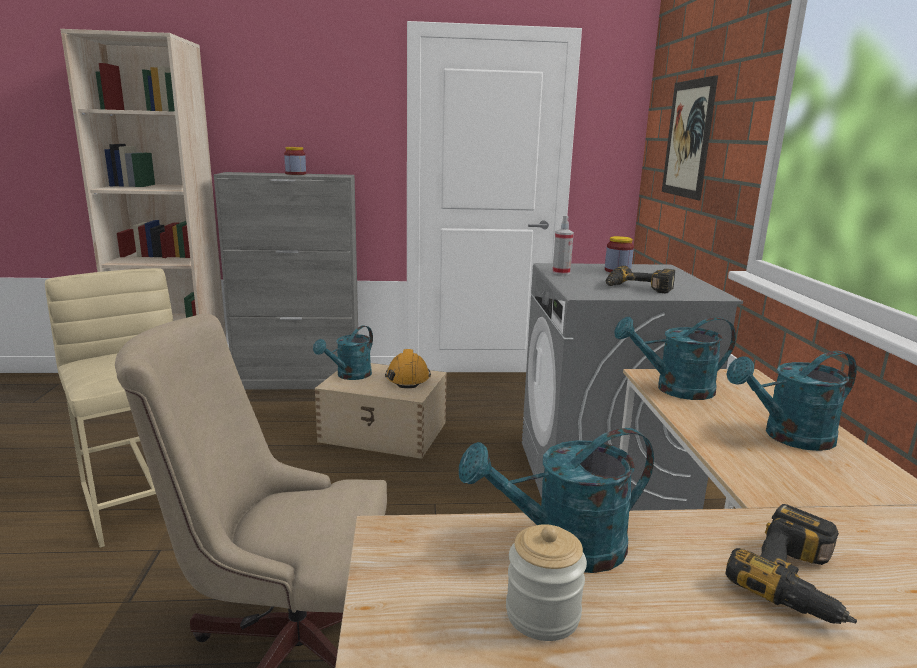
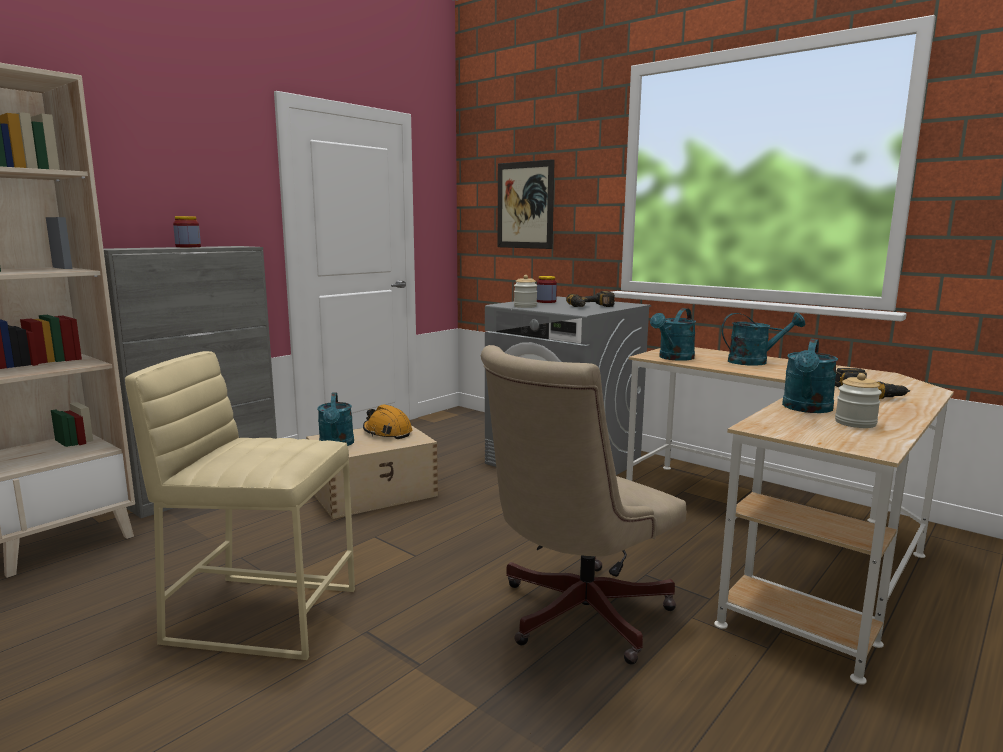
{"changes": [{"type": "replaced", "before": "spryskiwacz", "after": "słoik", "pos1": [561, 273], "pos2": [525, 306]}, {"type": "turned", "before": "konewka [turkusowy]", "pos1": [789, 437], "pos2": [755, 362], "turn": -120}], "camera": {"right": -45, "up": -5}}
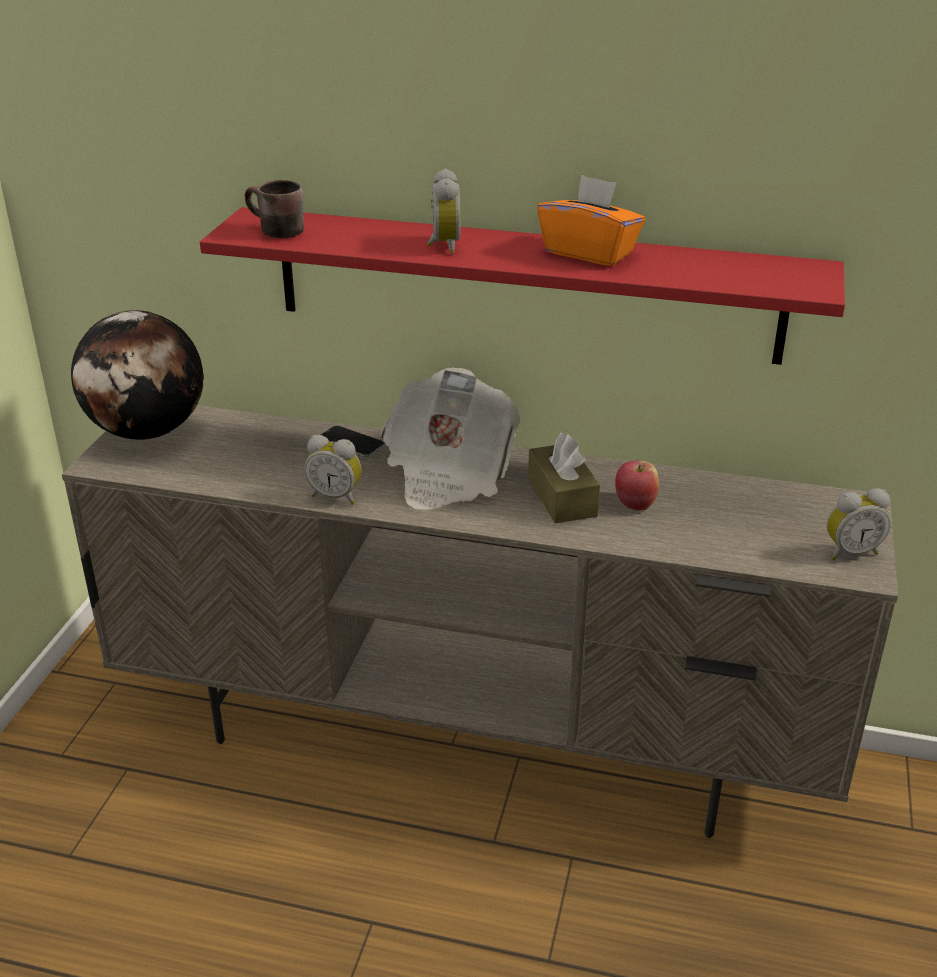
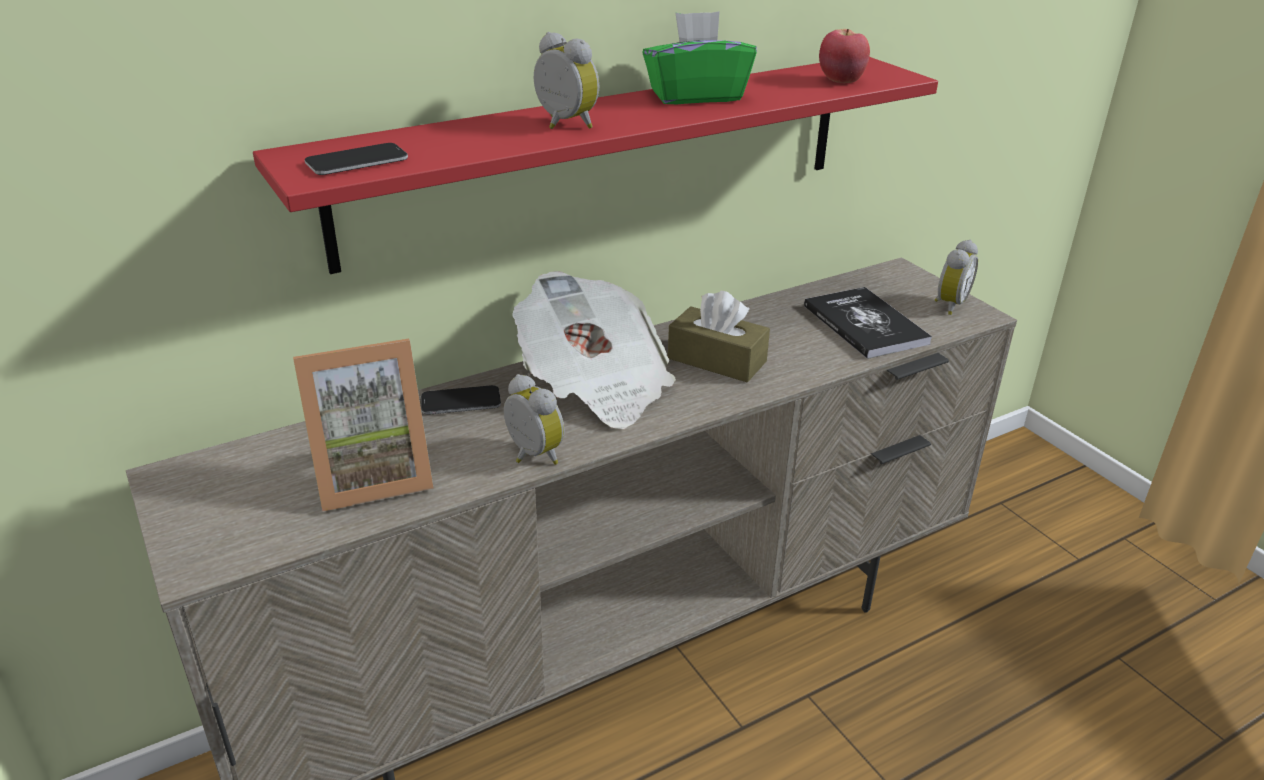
{"changes": [{"type": "recoloured", "before": "pudełko chusteczek [pomarańczowy]", "after": "pudełko chusteczek [zielony]", "pos1": [589, 253], "pos2": [695, 96]}, {"type": "replaced", "before": "kubek [brązowy]", "after": "telefon", "pos1": [273, 231], "pos2": [357, 161]}, {"type": "removed", "before": "globus", "pos1": [148, 432]}, {"type": "turned", "before": "budzik", "pos1": [336, 496], "pos2": [531, 456], "turn": -105}, {"type": "moved", "before": "jabłko", "pos1": [635, 504], "pos2": [841, 80]}, {"type": "added", "after": "książka", "pos2": [865, 324]}, {"type": "added", "after": "ramka na zdjęcie", "pos2": [372, 476]}], "camera": {"right": -45, "up": 0}}
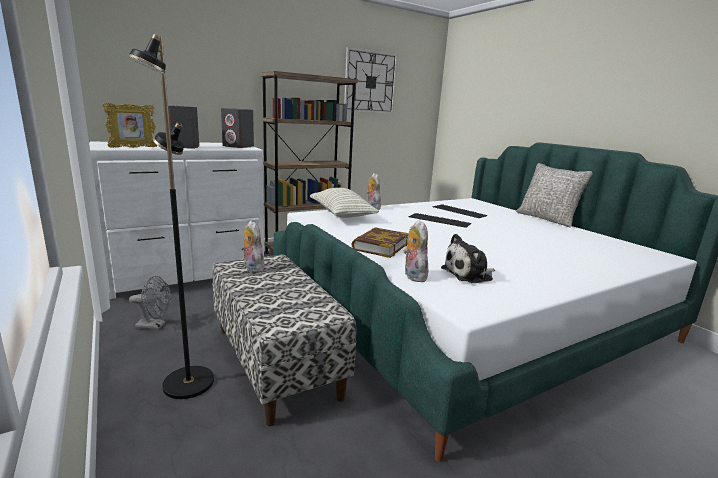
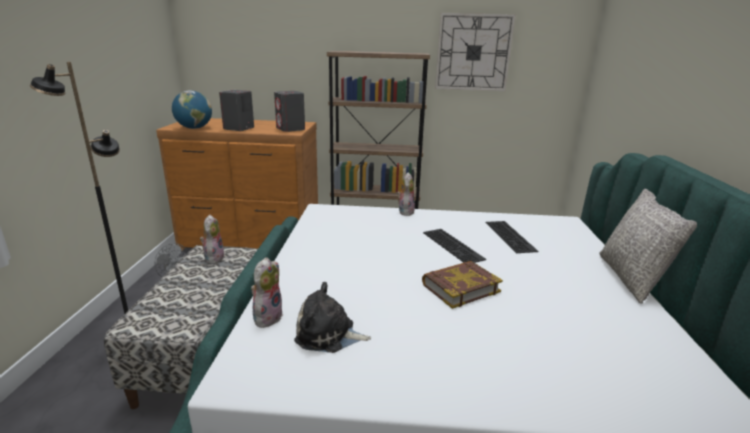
{"changes": [{"type": "replaced", "before": "ramka na zdjęcie", "after": "globus", "pos1": [133, 147], "pos2": [194, 128]}, {"type": "recoloured", "before": "komoda [biały]", "after": "komoda [brązowy]", "pos1": [188, 274], "pos2": [251, 241]}, {"type": "removed", "before": "poduszka", "pos1": [341, 214]}, {"type": "moved", "before": "książka", "pos1": [380, 246], "pos2": [460, 288]}], "camera": {"right": 35, "up": 5}}
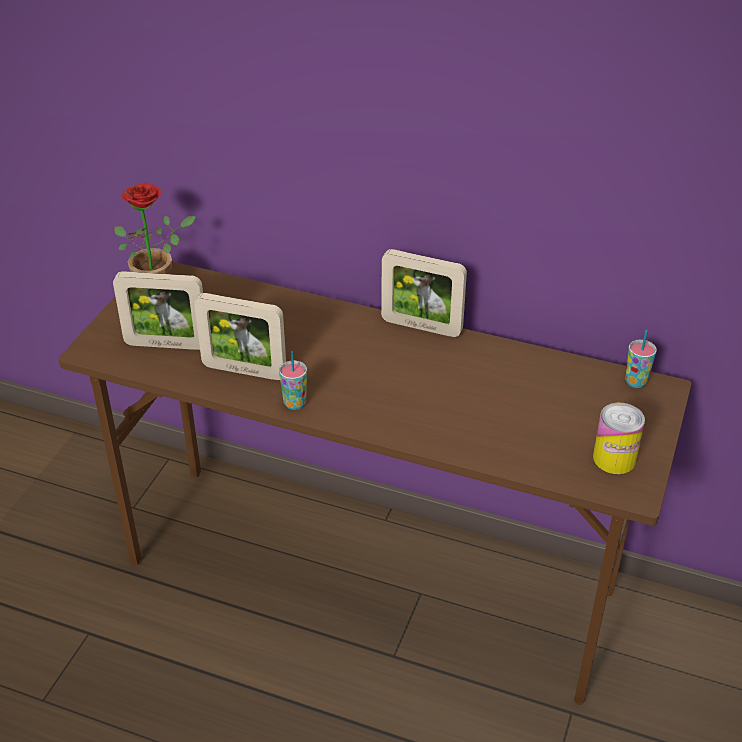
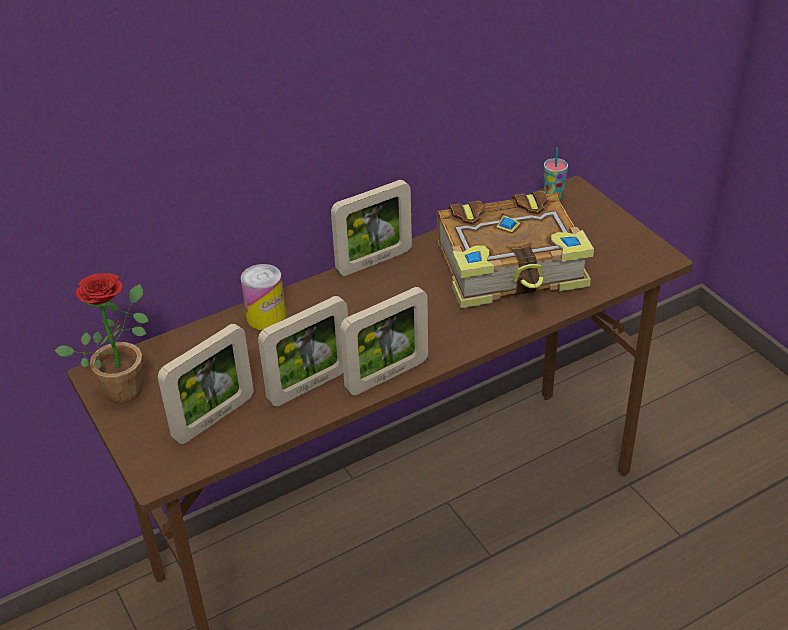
{"changes": [{"type": "replaced", "before": "filiżanka", "after": "ramka na zdjęcie", "pos1": [295, 403], "pos2": [387, 376]}, {"type": "moved", "before": "puszka", "pos1": [614, 458], "pos2": [266, 317]}, {"type": "added", "after": "książka", "pos2": [512, 268]}], "camera": {"right": -50, "up": 0}}
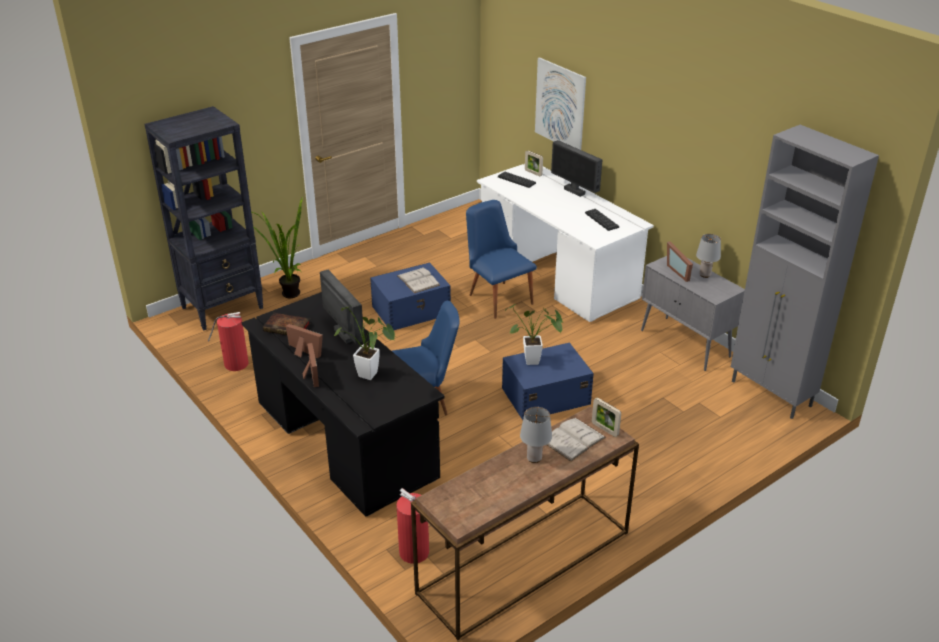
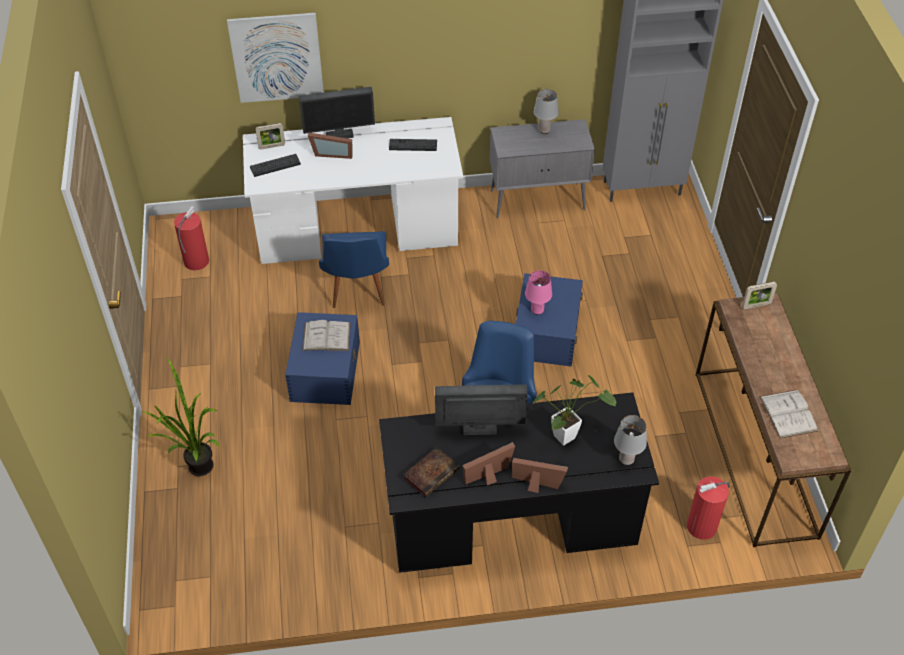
{"changes": [{"type": "removed", "before": "regał [czarny]", "pos1": [223, 307]}, {"type": "turned", "before": "krzesło [niebieski]", "pos1": [497, 296], "pos2": [357, 291], "turn": -90}, {"type": "moved", "before": "ramka na zdjęcie", "pos1": [680, 271], "pos2": [332, 153]}, {"type": "replaced", "before": "roślina doniczkowa", "after": "lampa stołowa [różowy]", "pos1": [536, 361], "pos2": [537, 310]}, {"type": "moved", "before": "gaśnica", "pos1": [235, 363], "pos2": [195, 262]}, {"type": "moved", "before": "lampa stołowa [szary]", "pos1": [534, 458], "pos2": [626, 459]}, {"type": "moved", "before": "książka [biały]", "pos1": [573, 439], "pos2": [788, 414]}], "camera": {"right": -60, "up": 15}}
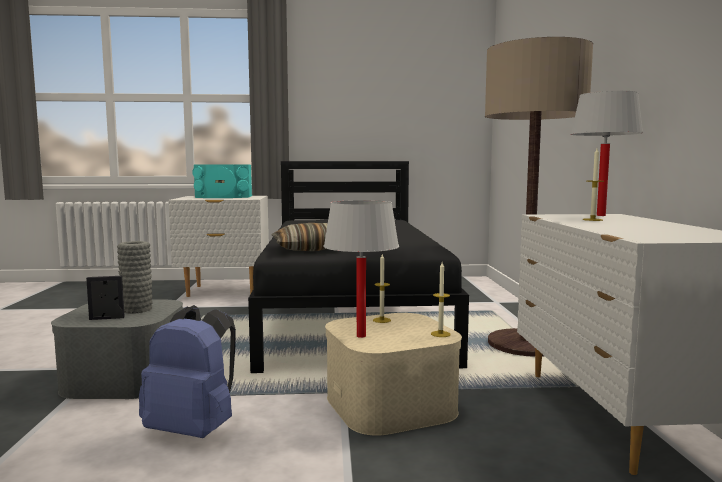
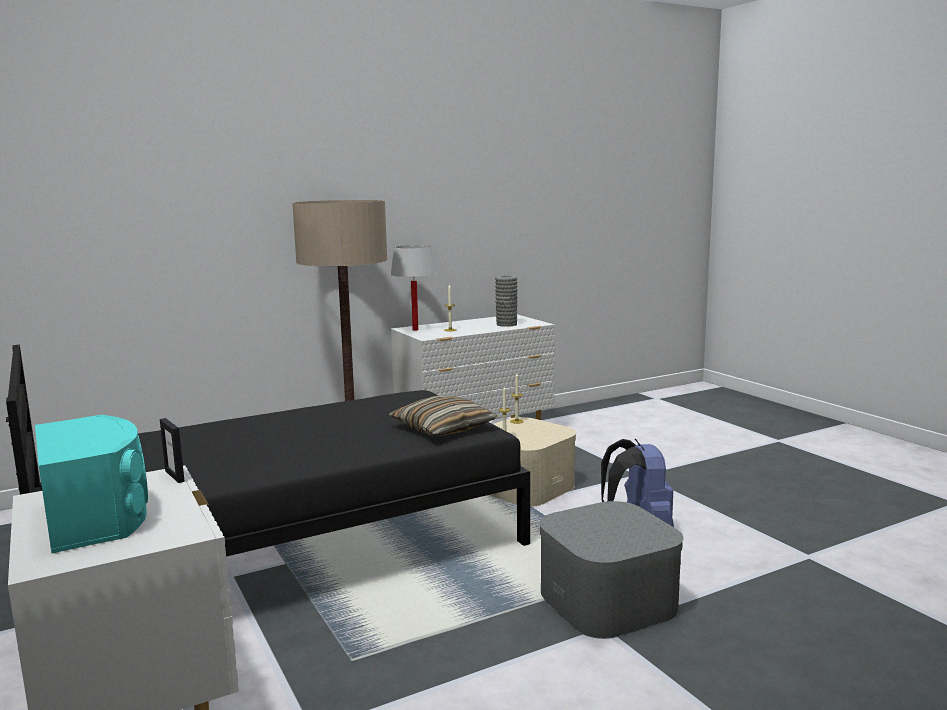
{"changes": [{"type": "removed", "before": "lampa stołowa [biały]", "pos1": [361, 336]}, {"type": "moved", "before": "wazon [szary]", "pos1": [137, 309], "pos2": [506, 324]}, {"type": "moved", "before": "ramka na zdjęcie", "pos1": [106, 318], "pos2": [175, 476]}], "camera": {"right": -115, "up": 5}}
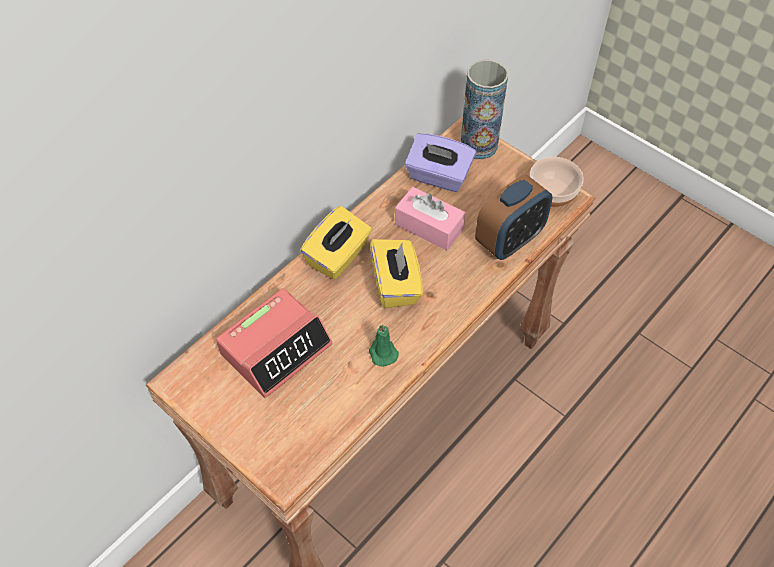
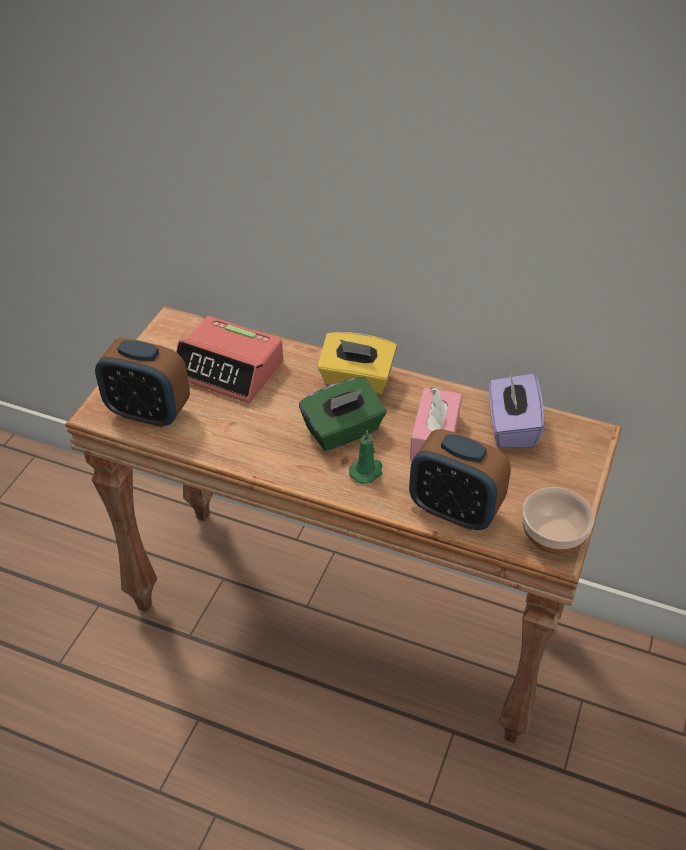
{"changes": [{"type": "removed", "before": "wazon", "pos1": [478, 145]}, {"type": "recoloured", "before": "pudełko chusteczek [żółty]", "after": "pudełko chusteczek [zielony]", "pos1": [396, 285], "pos2": [343, 431]}, {"type": "moved", "before": "świeca [zielony]", "pos1": [382, 352], "pos2": [367, 471]}, {"type": "added", "after": "budzik", "pos2": [148, 412]}], "camera": {"right": 70, "up": -10}}
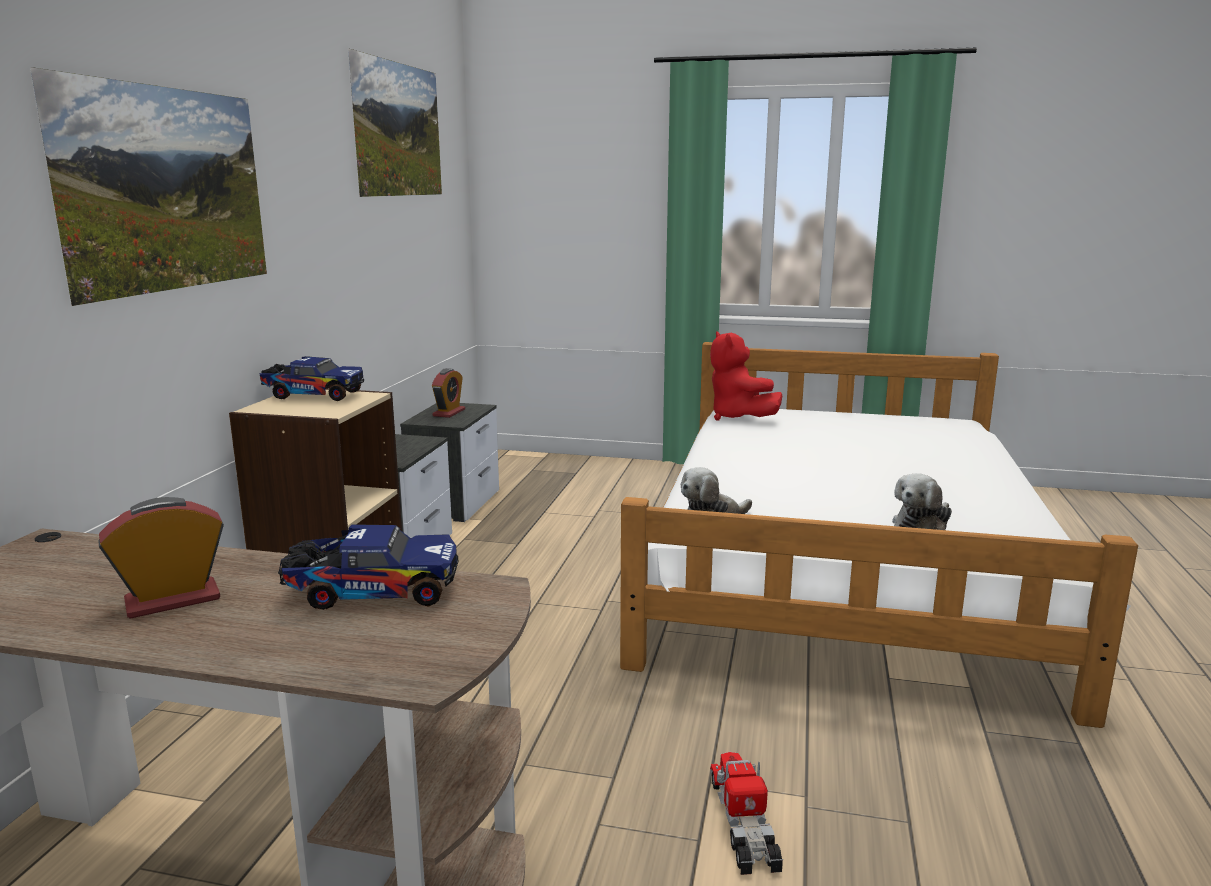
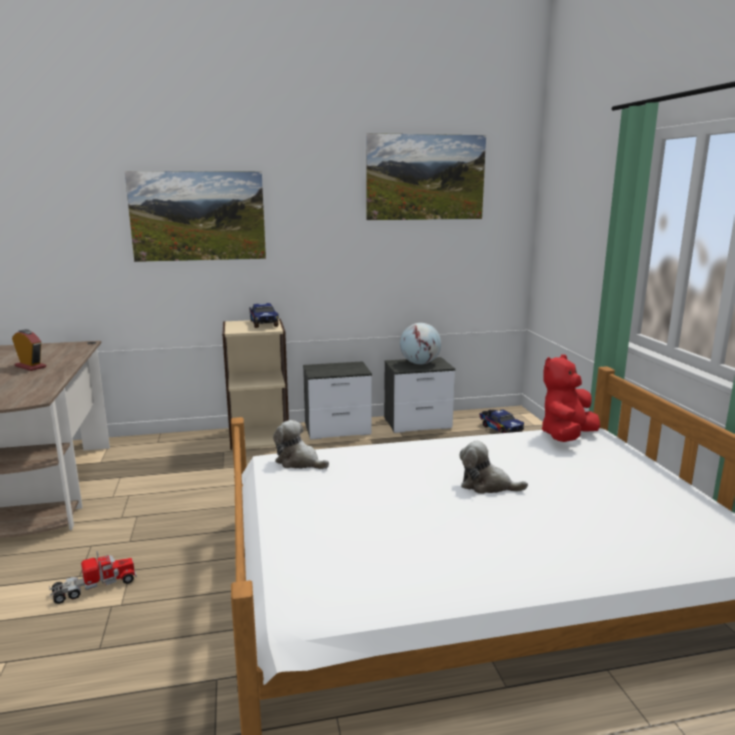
{"changes": [{"type": "replaced", "before": "budzik", "after": "globus", "pos1": [449, 413], "pos2": [420, 363]}, {"type": "moved", "before": "pluszak", "pos1": [921, 528], "pos2": [487, 485]}, {"type": "moved", "before": "ciężarówka zabawkowa", "pos1": [371, 592], "pos2": [500, 429]}], "camera": {"right": 65, "up": 0}}
